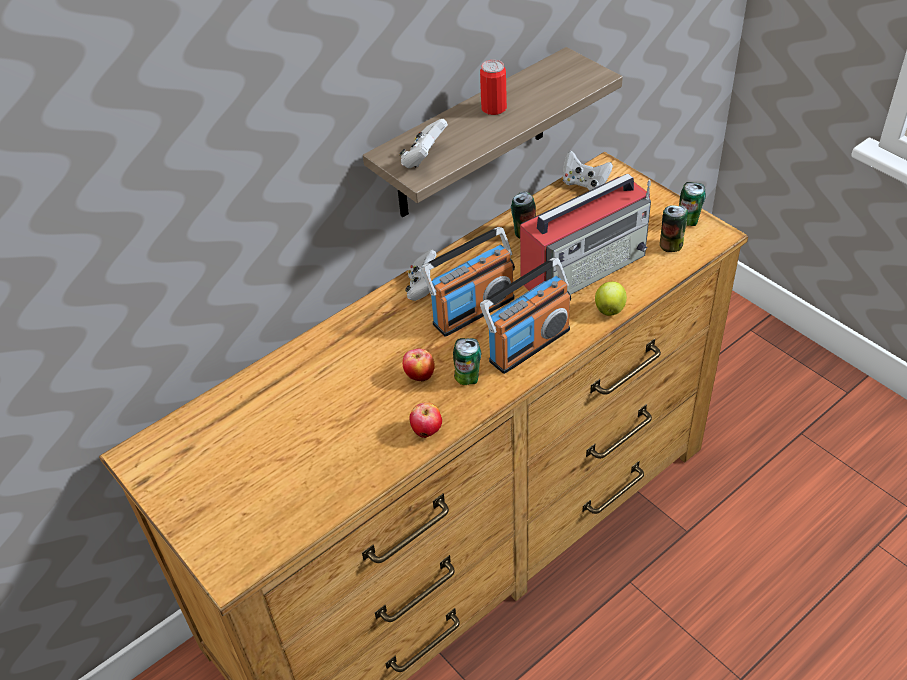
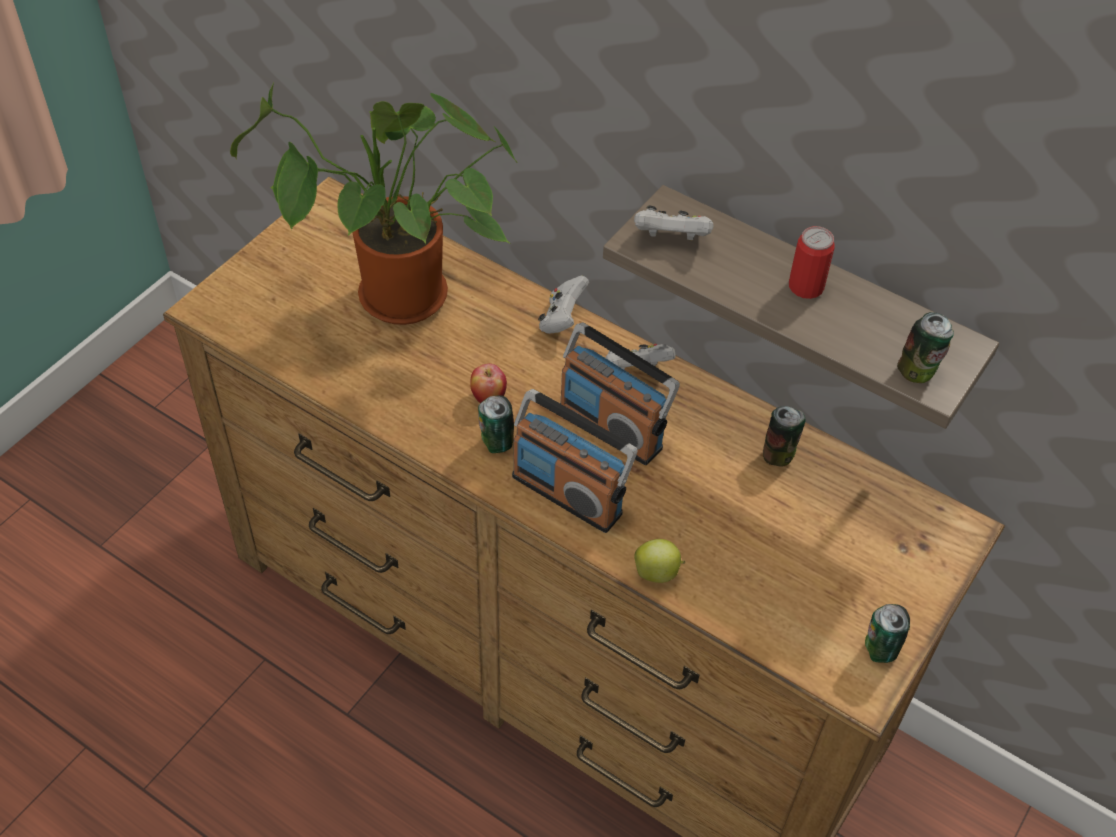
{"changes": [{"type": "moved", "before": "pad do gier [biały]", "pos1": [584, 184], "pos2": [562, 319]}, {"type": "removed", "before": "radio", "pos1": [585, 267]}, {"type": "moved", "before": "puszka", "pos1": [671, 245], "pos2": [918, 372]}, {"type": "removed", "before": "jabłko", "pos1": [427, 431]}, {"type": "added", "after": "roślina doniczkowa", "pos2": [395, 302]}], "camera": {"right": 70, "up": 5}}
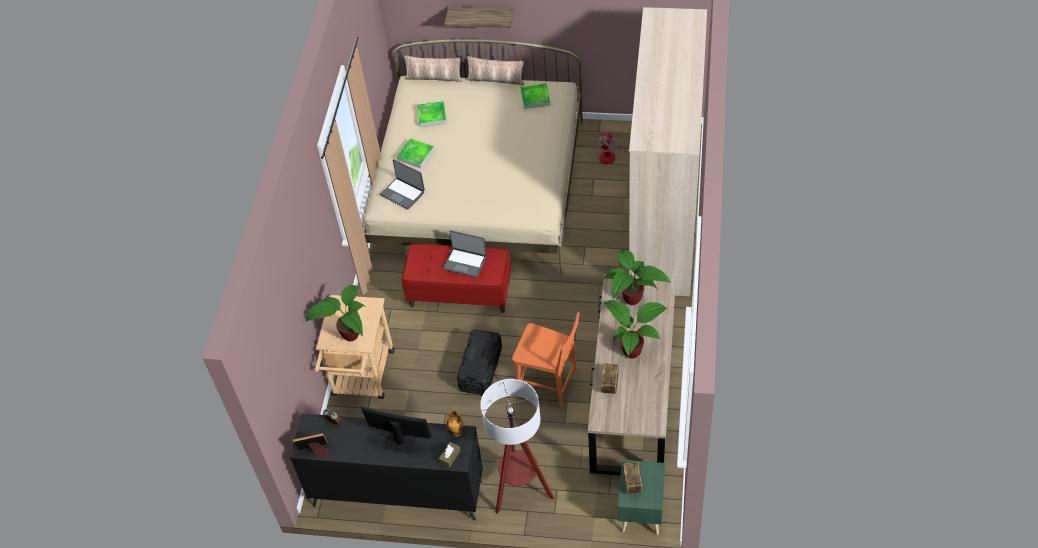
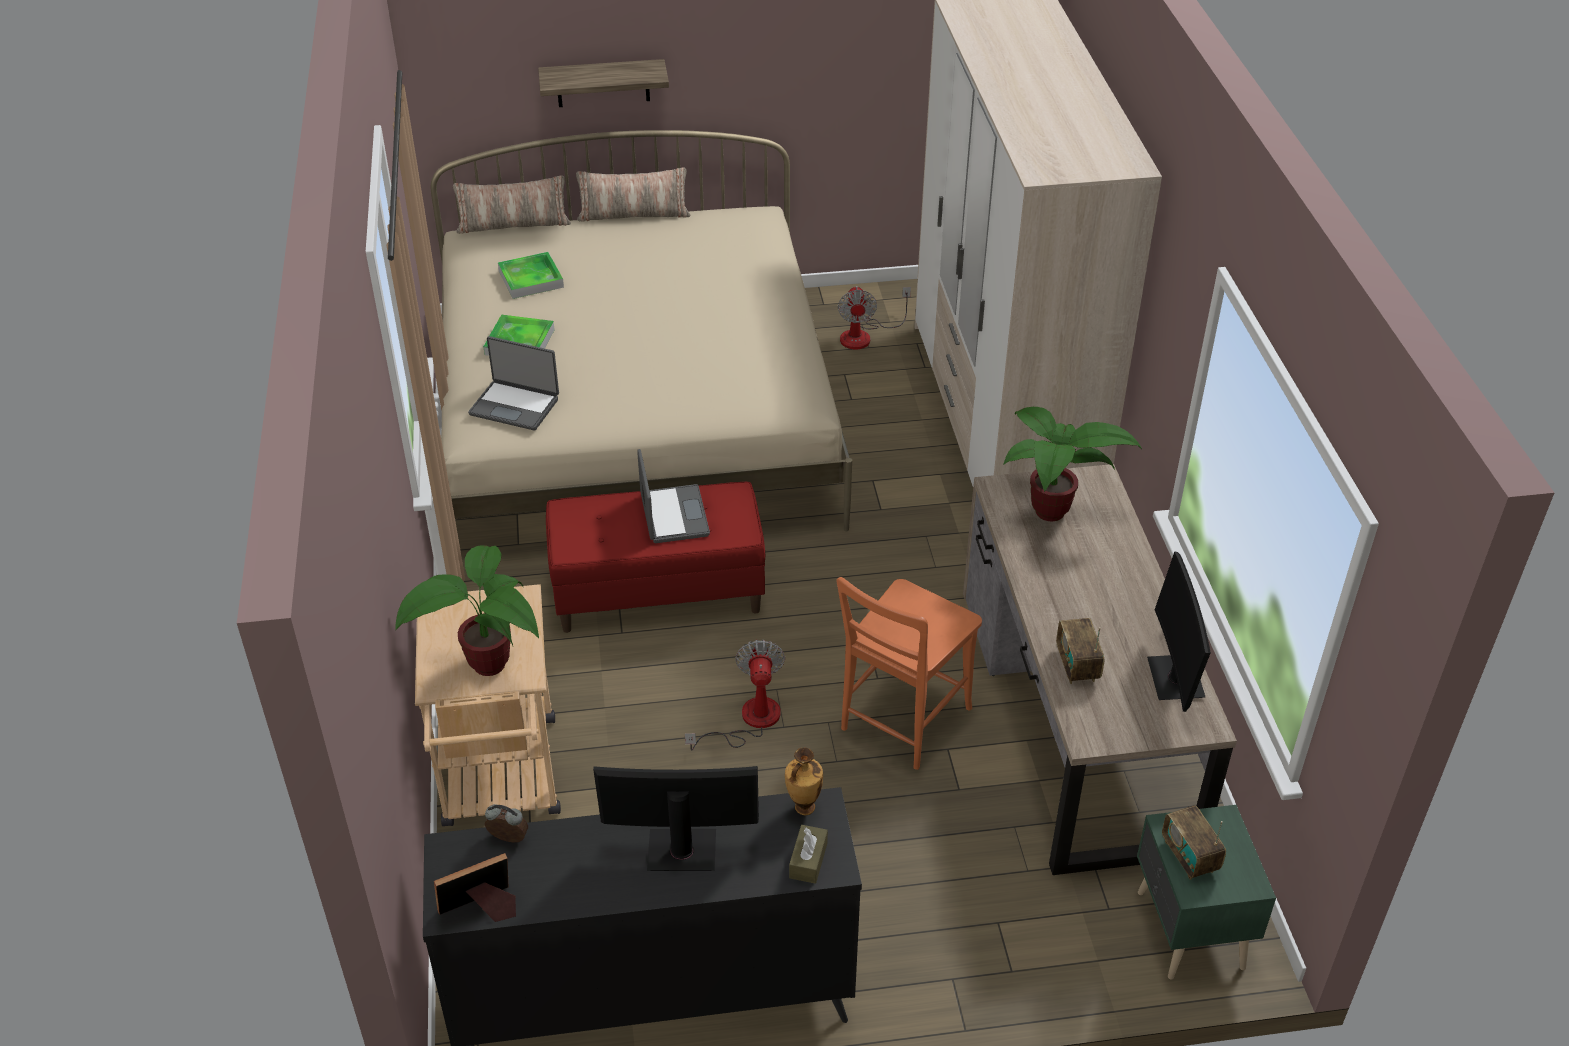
{"changes": [{"type": "removed", "before": "taca", "pos1": [535, 98]}, {"type": "turned", "before": "laptop", "pos1": [465, 262], "pos2": [672, 515], "turn": -105}, {"type": "removed", "before": "roślina doniczkowa", "pos1": [634, 350]}, {"type": "turned", "before": "krzesło [pomarańczowy]", "pos1": [550, 383], "pos2": [901, 723], "turn": 120}, {"type": "replaced", "before": "pojemnik do przechowywania [czarny]", "after": "wentylator", "pos1": [480, 369], "pos2": [749, 721]}, {"type": "removed", "before": "lampa stojąca", "pos1": [521, 490]}, {"type": "added", "after": "monitor", "pos2": [1175, 678]}], "camera": {"right": -20, "up": -10}}
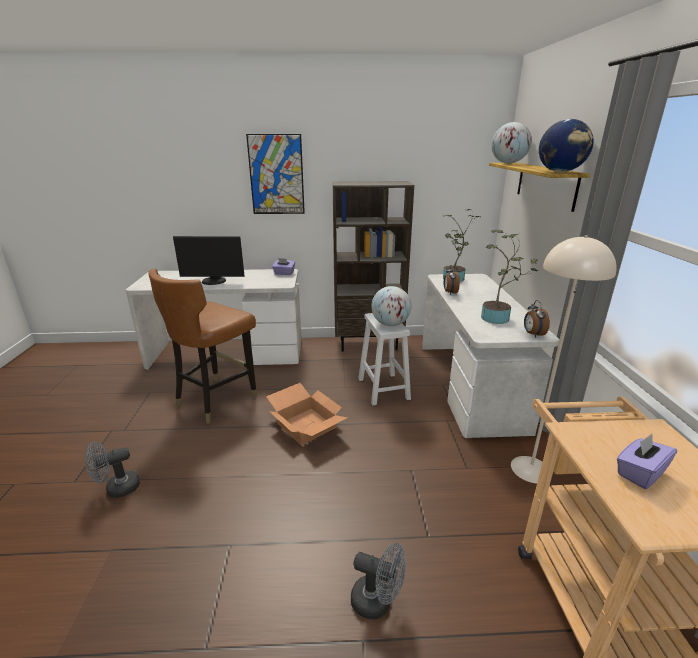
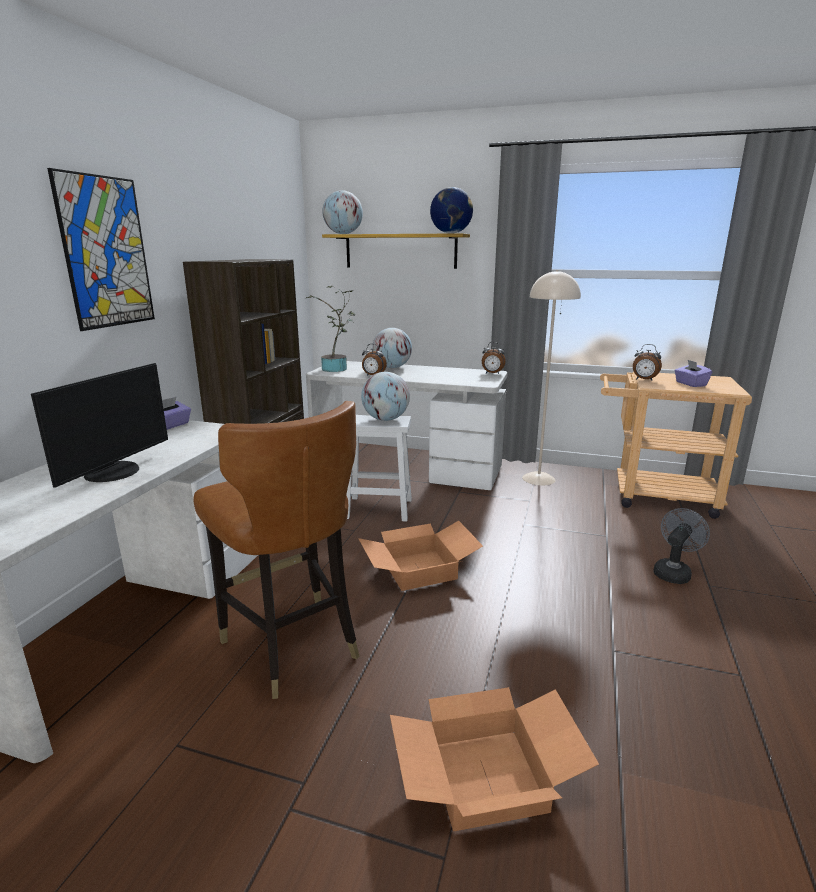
{"changes": [{"type": "removed", "before": "roślina doniczkowa", "pos1": [498, 318]}, {"type": "replaced", "before": "wentylator [szary]", "after": "karton", "pos1": [117, 489], "pos2": [487, 775]}, {"type": "added", "after": "globus", "pos2": [392, 367]}, {"type": "added", "after": "budzik", "pos2": [644, 380]}], "camera": {"right": -70, "up": -5}}
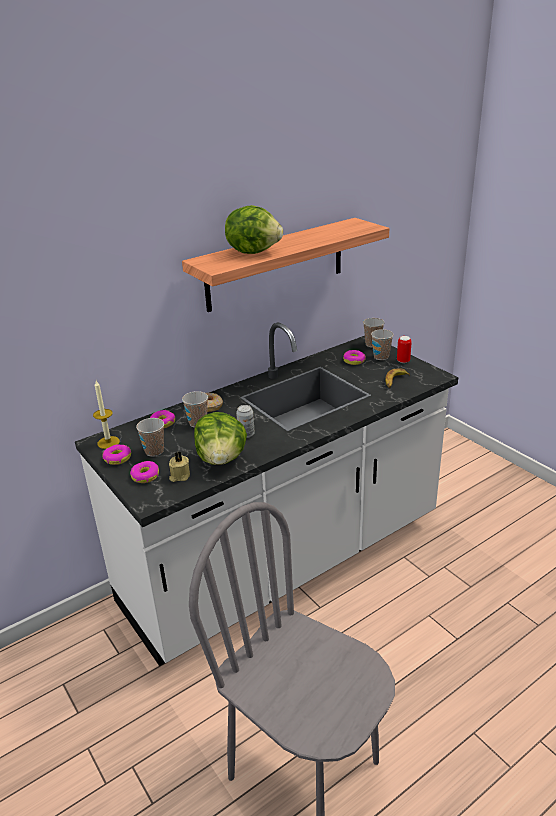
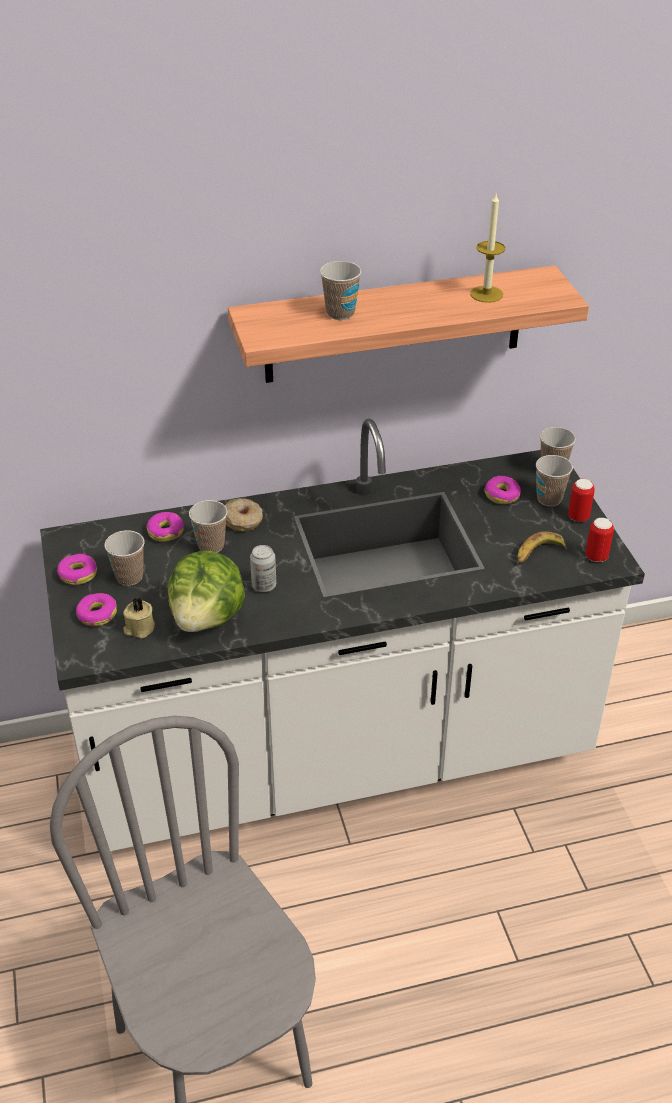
{"changes": [{"type": "replaced", "before": "sałata", "after": "filiżanka", "pos1": [254, 251], "pos2": [340, 313]}, {"type": "moved", "before": "świeca", "pos1": [108, 442], "pos2": [486, 294]}, {"type": "added", "after": "puszka", "pos2": [596, 557]}], "camera": {"right": 20, "up": 10}}
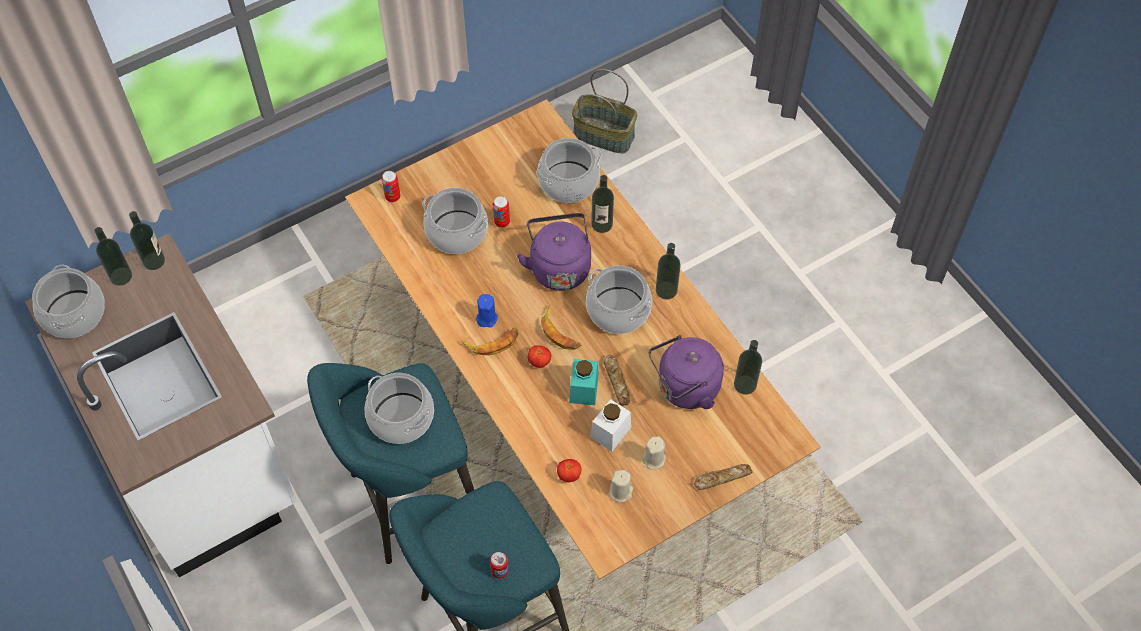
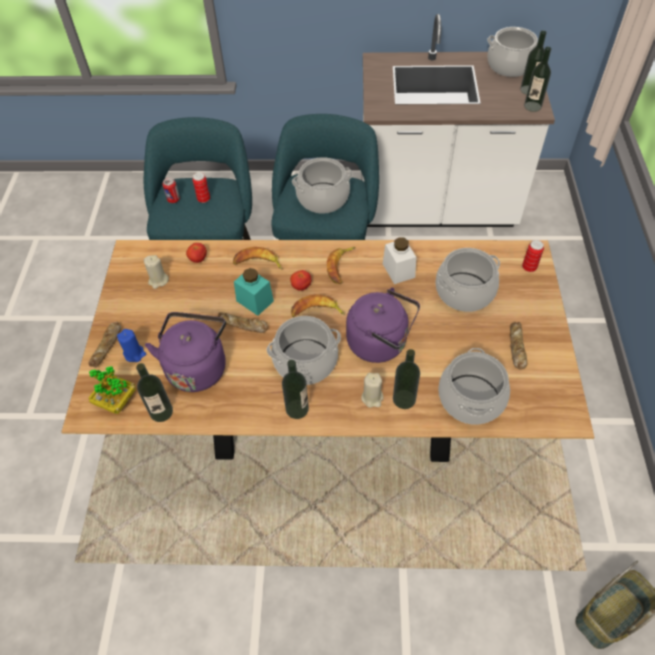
{"changes": [{"type": "moved", "before": "puszka", "pos1": [502, 222], "pos2": [204, 199]}, {"type": "moved", "before": "świeca [niebieski]", "pos1": [486, 318], "pos2": [134, 354]}, {"type": "moved", "before": "słoik [biały]", "pos1": [610, 432], "pos2": [398, 270]}, {"type": "moved", "before": "świeca [beżowy]", "pos1": [654, 459], "pos2": [372, 398]}, {"type": "added", "after": "banan", "pos2": [257, 263]}, {"type": "added", "after": "chleb", "pos2": [516, 347]}, {"type": "added", "after": "roślina doniczkowa", "pos2": [116, 400]}], "camera": {"right": 125, "up": -5}}
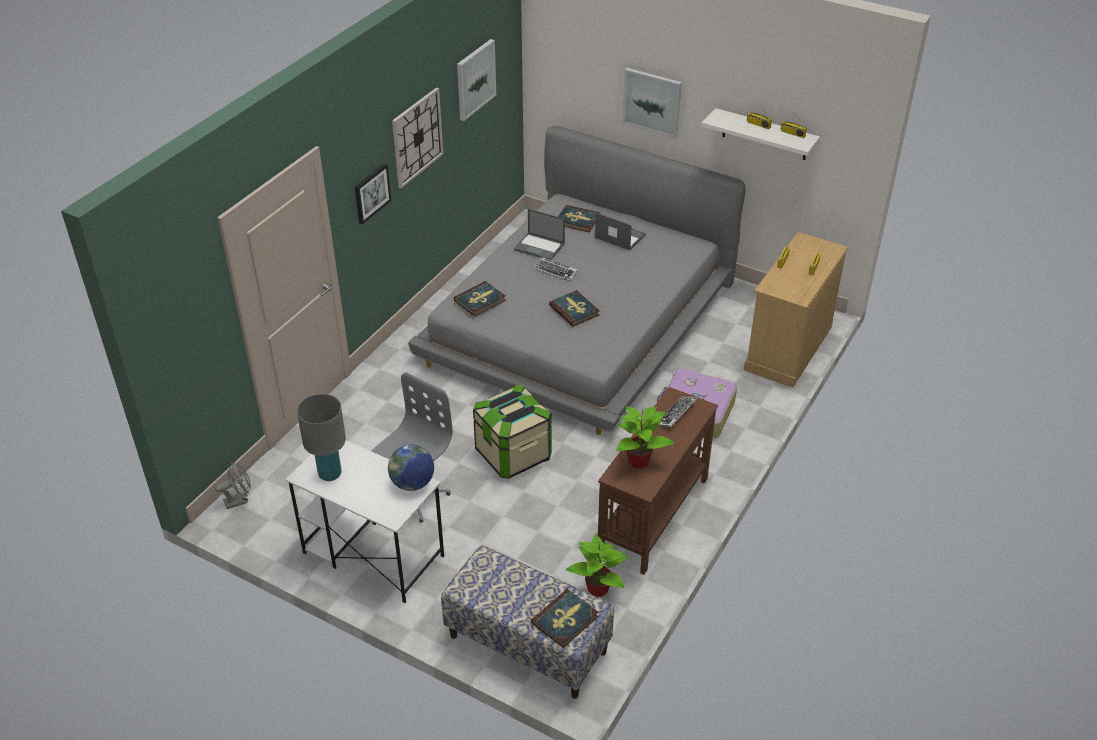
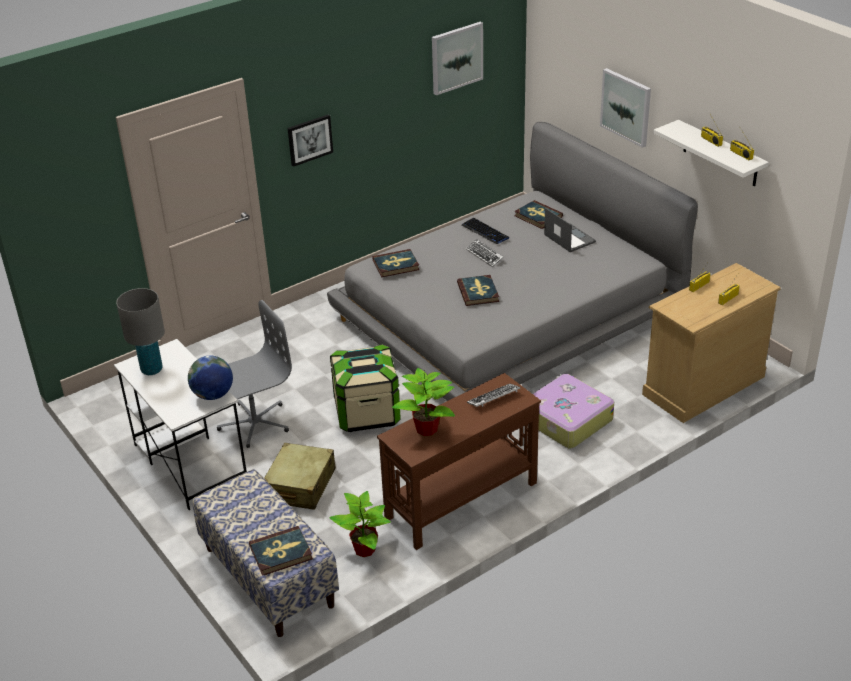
{"changes": [{"type": "removed", "before": "zegar ścienny", "pos1": [417, 137]}, {"type": "replaced", "before": "laptop", "after": "klawiatura", "pos1": [540, 247], "pos2": [485, 232]}, {"type": "removed", "before": "wentylator [szary]", "pos1": [239, 500]}, {"type": "added", "after": "walizka [beżowy]", "pos2": [300, 486]}], "camera": {"right": 25, "up": -5}}
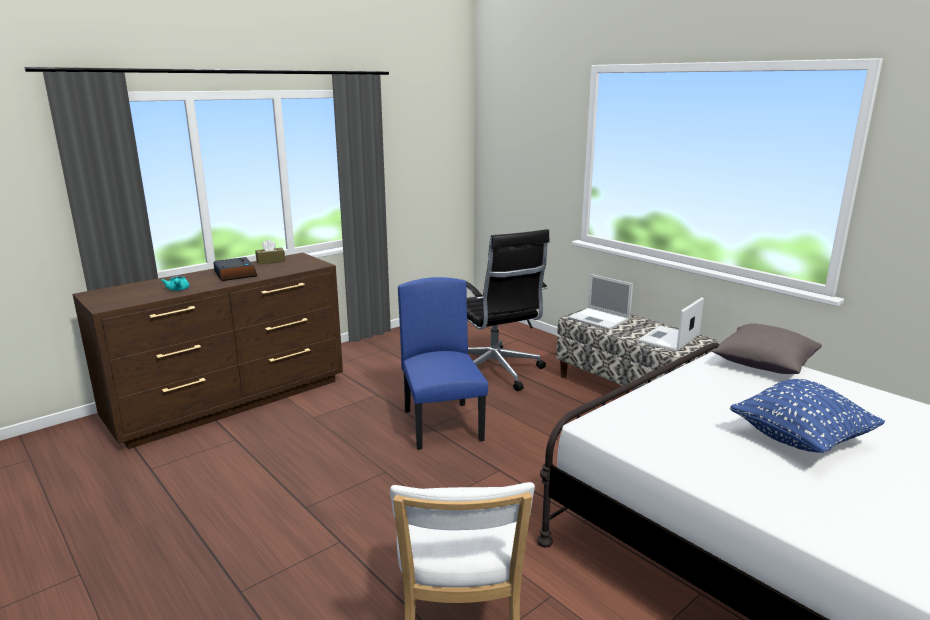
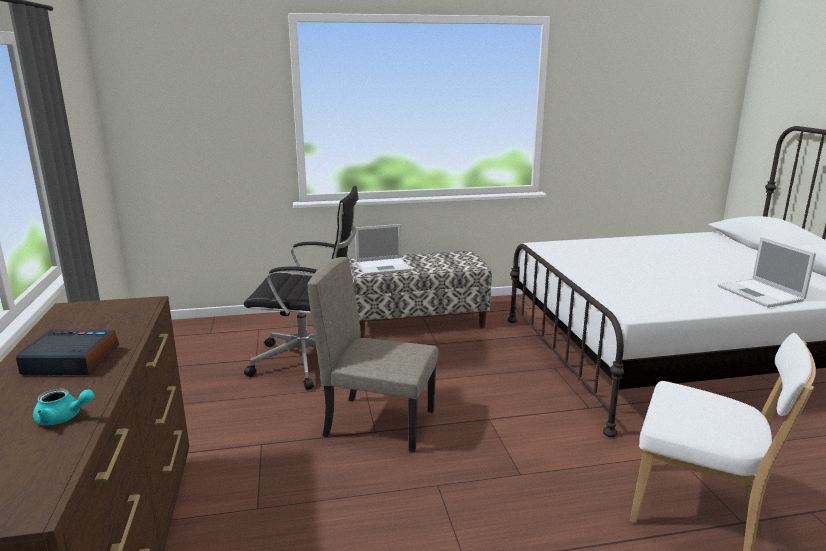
{"changes": [{"type": "removed", "before": "pudełko chusteczek [brązowy]", "pos1": [270, 261]}, {"type": "recoloured", "before": "krzesło [niebieski]", "after": "krzesło [beżowy]", "pos1": [443, 425], "pos2": [380, 422]}, {"type": "moved", "before": "laptop", "pos1": [668, 340], "pos2": [761, 294]}, {"type": "removed", "before": "poduszka [szary]", "pos1": [763, 364]}, {"type": "removed", "before": "poduszka [niebieski]", "pos1": [800, 440]}], "camera": {"right": -60, "up": 0}}
